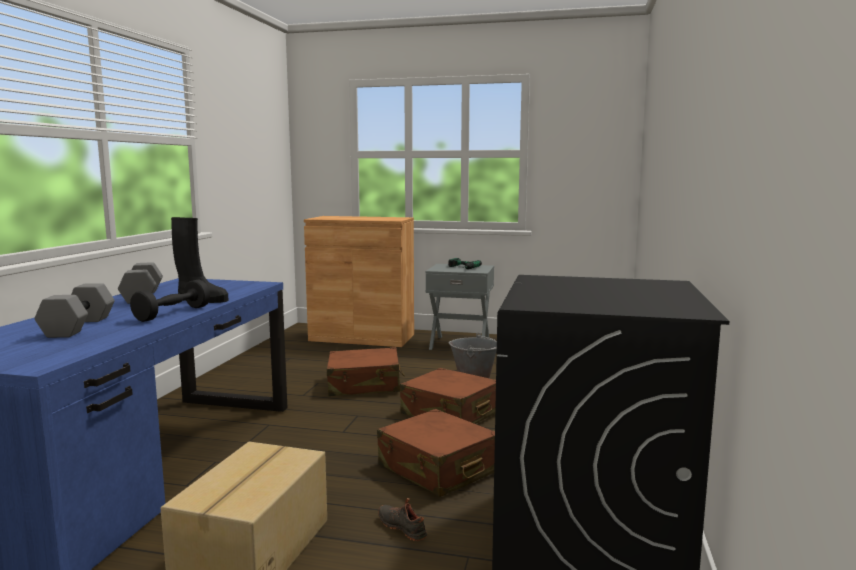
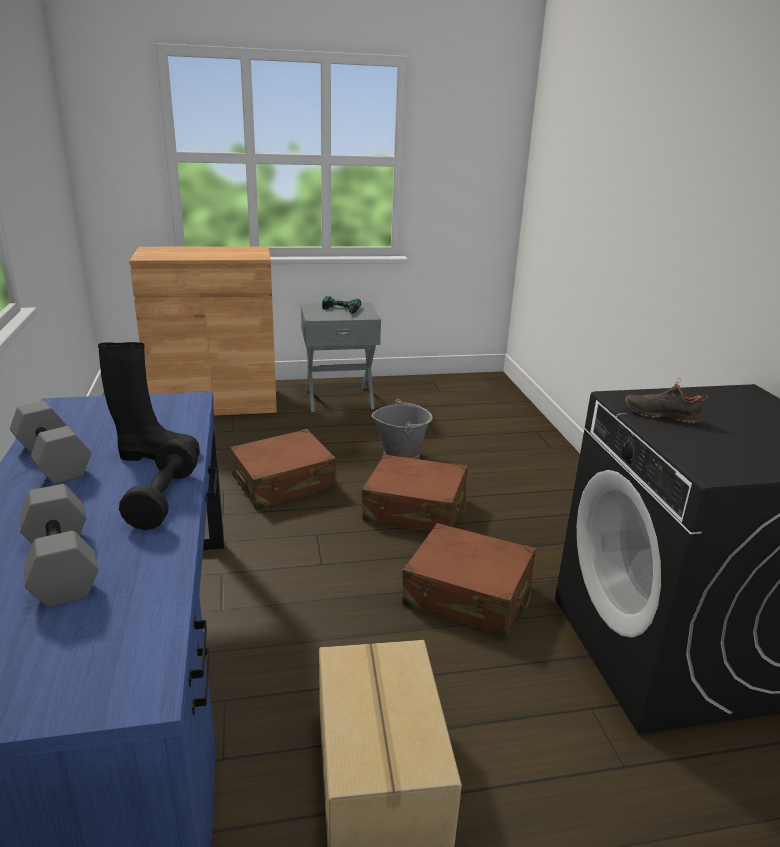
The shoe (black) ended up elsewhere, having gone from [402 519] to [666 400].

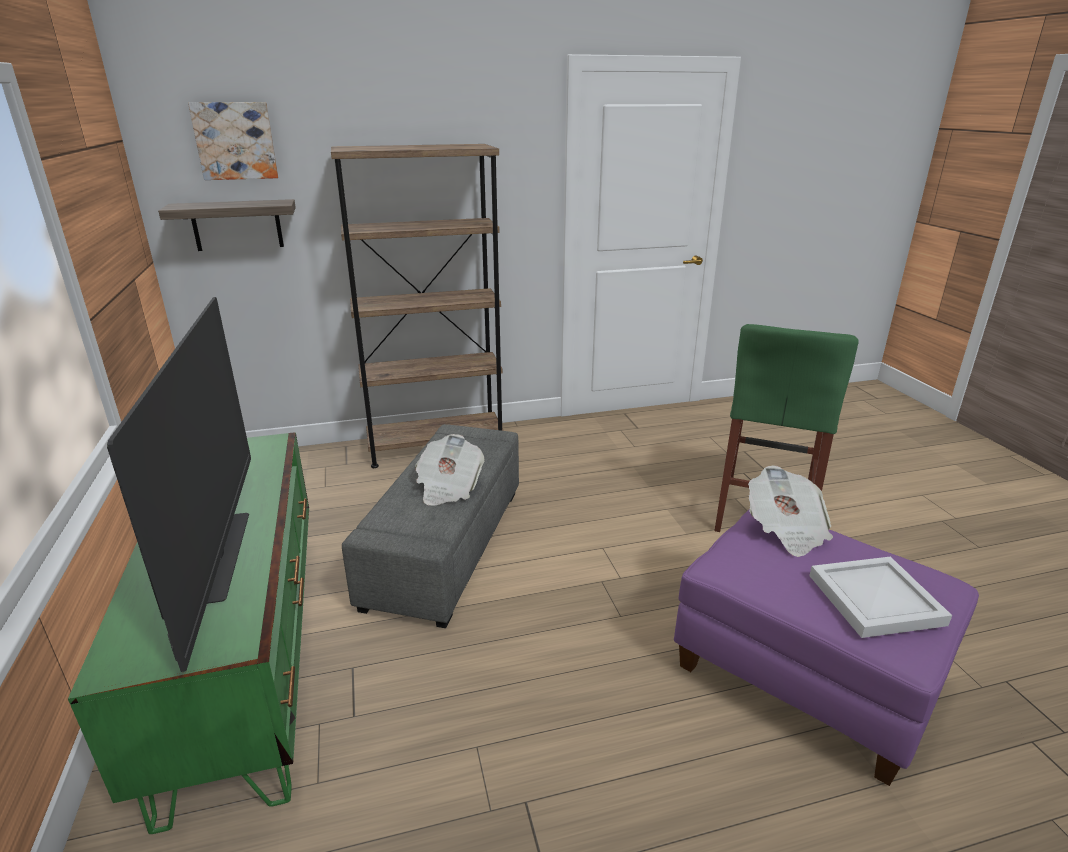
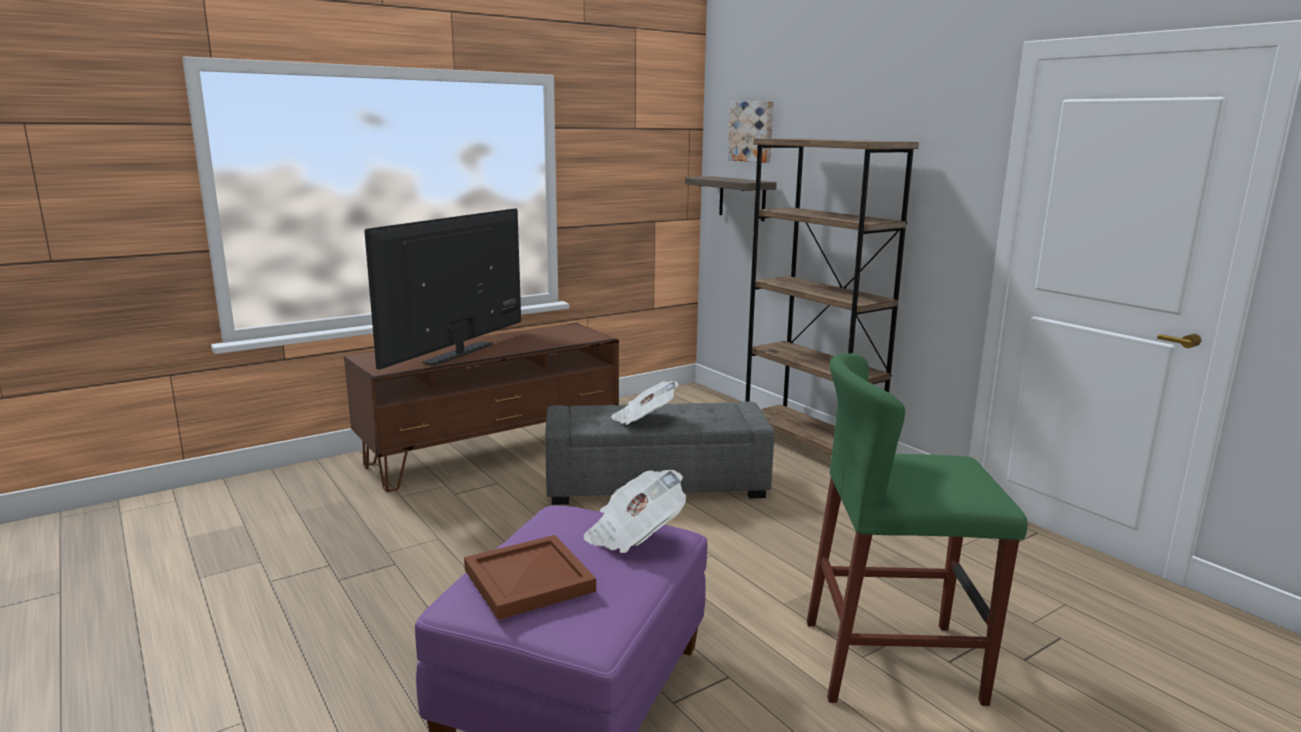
The television at [179 484] ended up facing another way, 150 degrees clockwise from before. What was the tv stand (green) at [188 633] turned into the tv stand (brown) at [481 407]. What was the tray (white) at [880 597] turned into the tray (brown) at [530 577].

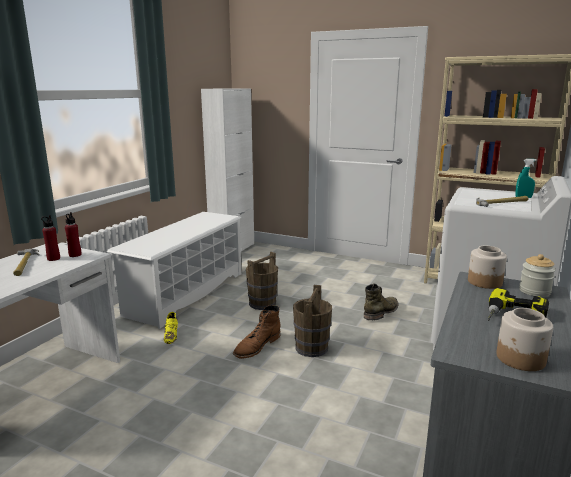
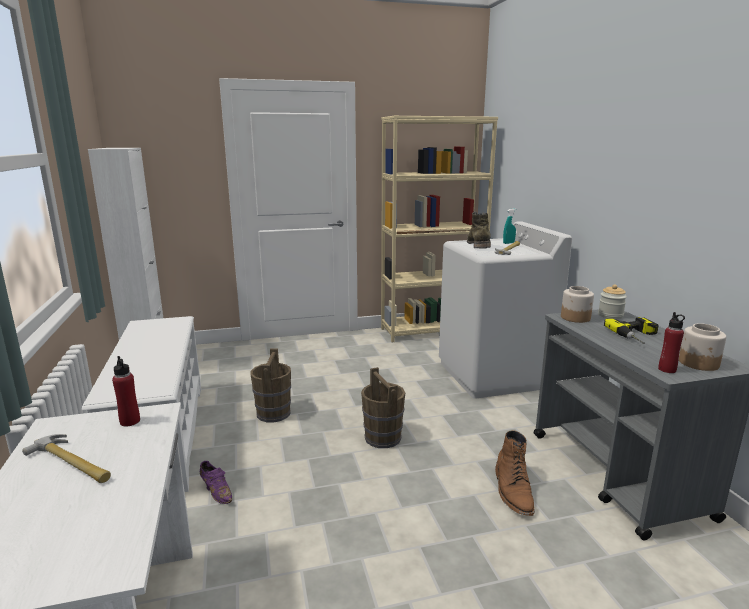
The bottle (red) ended up elsewhere, having gone from [50 238] to [671 342]. The boot (green) ended up elsewhere, having gone from [381 301] to [479 229]. The boot (brown) ended up elsewhere, having gone from [257 332] to [515 473]. What was the shoe (yellow) at [171 328] turned into the shoe (purple) at [216 482].

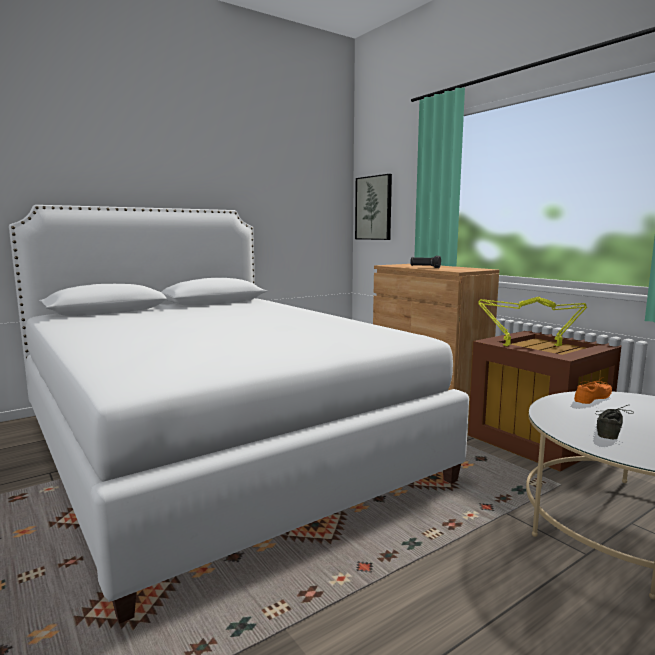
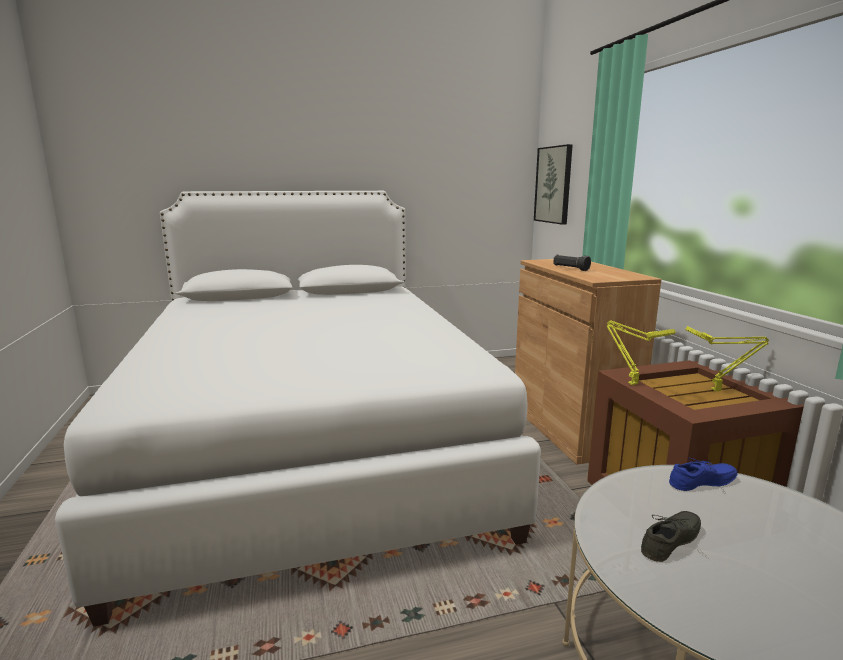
What was the shoe (orange) at [593 390] turned into the shoe (blue) at [703 474].

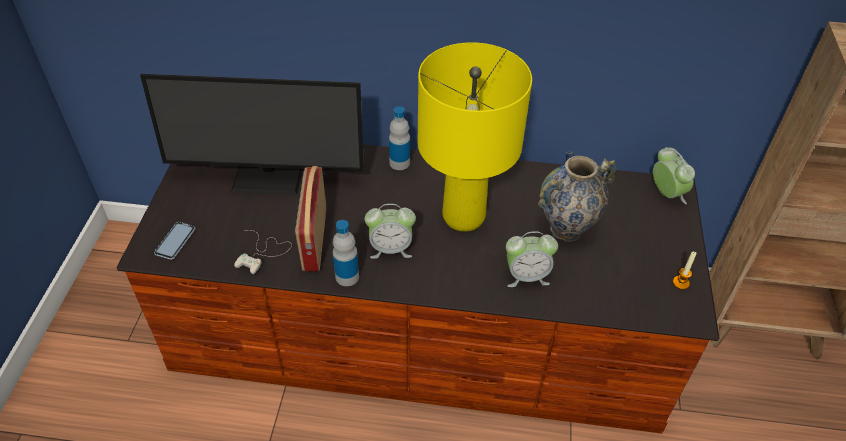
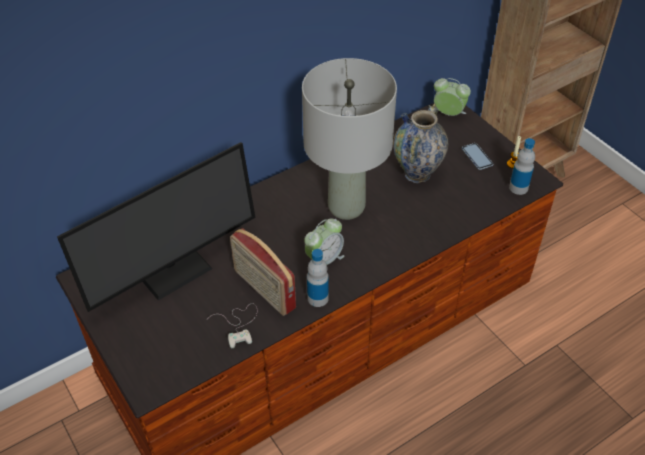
What was the table lamp (yellow) at [475 137] turned into the table lamp (grey) at [349 139]. The bottle ended up elsewhere, having gone from [399 138] to [522 166]. The phone ended up elsewhere, having gone from [174 241] to [477 156]. The second view lost the alarm clock at [532 259].

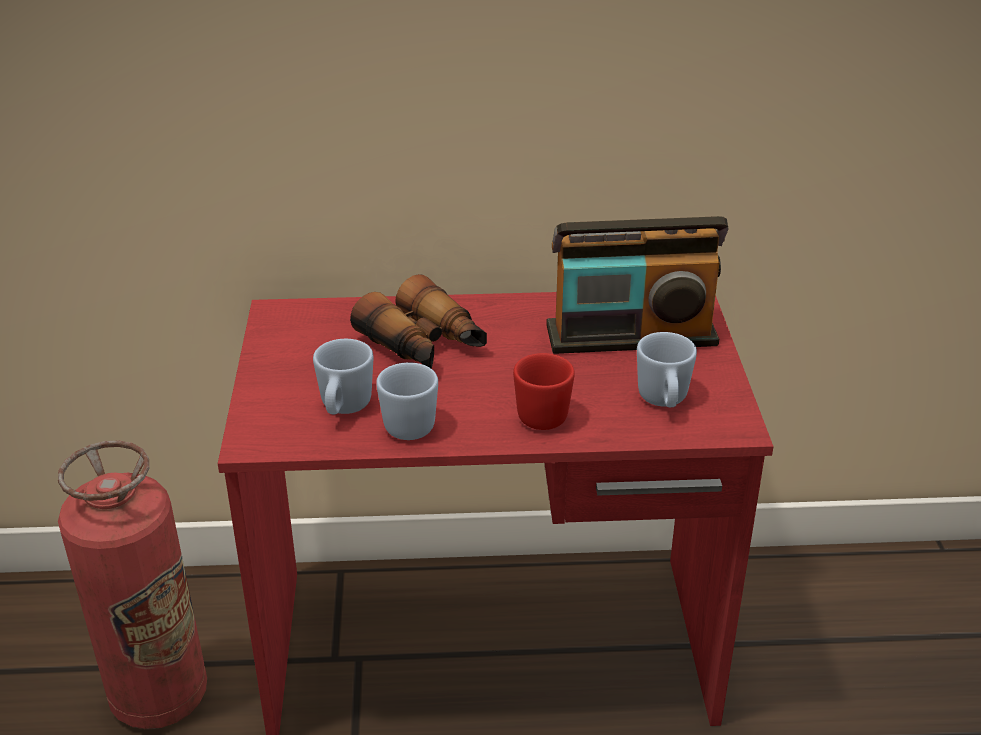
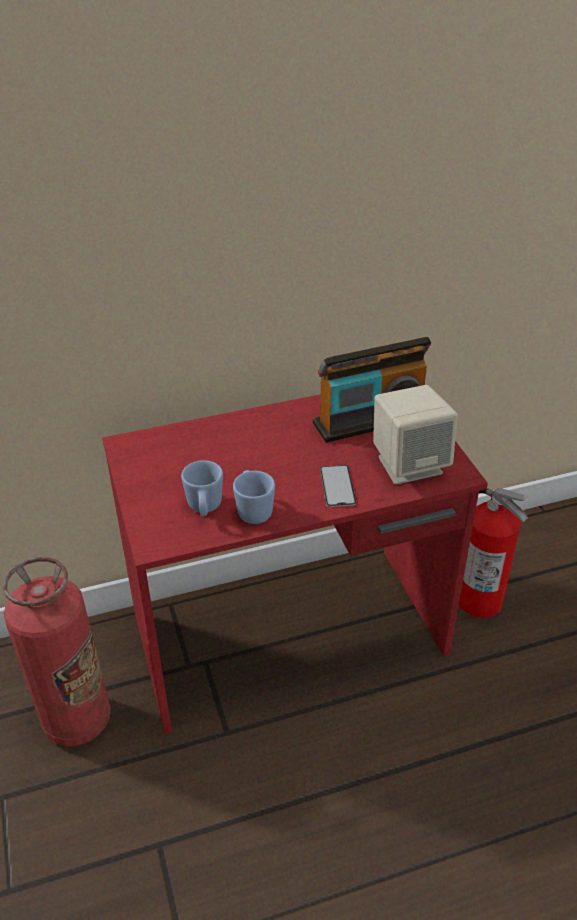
The second view lost the binoculars at [418 321]. Where the mug (blue) stood at [667 369], the speaker (beige) came to stand at [415 435]. Where the mug (red) stood at [544 391], the phone came to stand at [338 486]. The second view gained the fire extinguisher at [493 553].

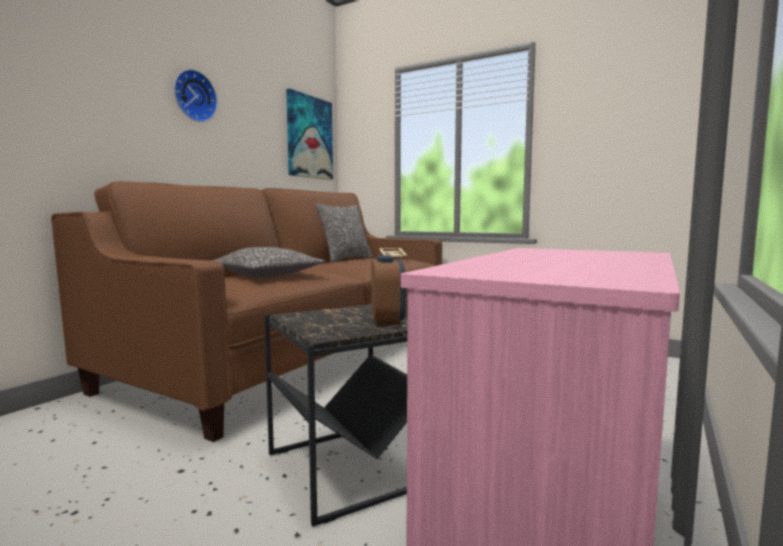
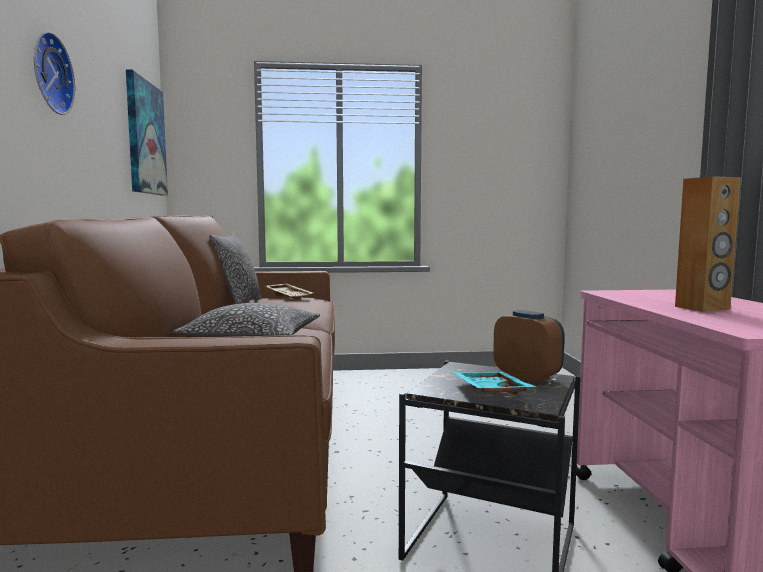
The second view gained the speaker (brown) at [708 244]. The second view gained the tray (turquoise) at [495 383].

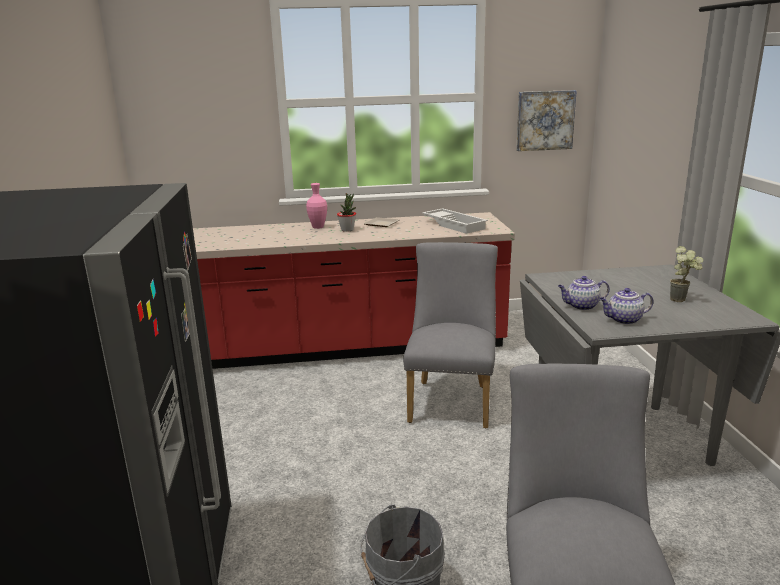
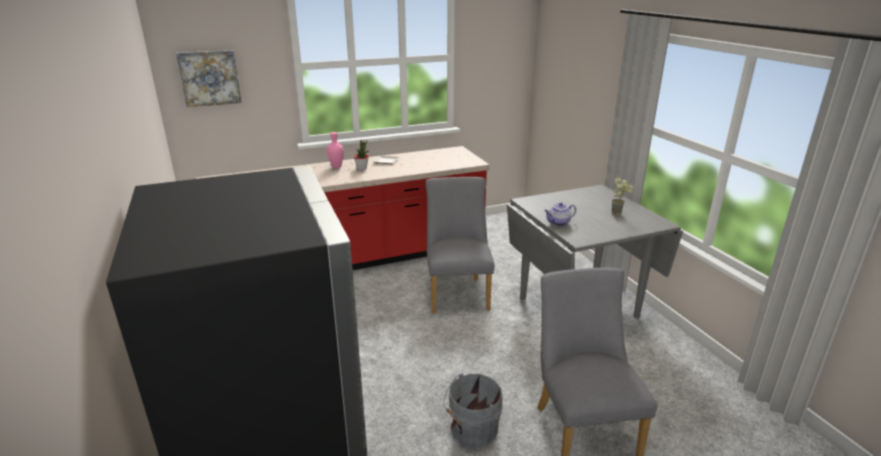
The picture ended up elsewhere, having gone from [546 120] to [208 78]. The second view lost the tray (white) at [455 221]. The second view lost the teapot at [626 306].

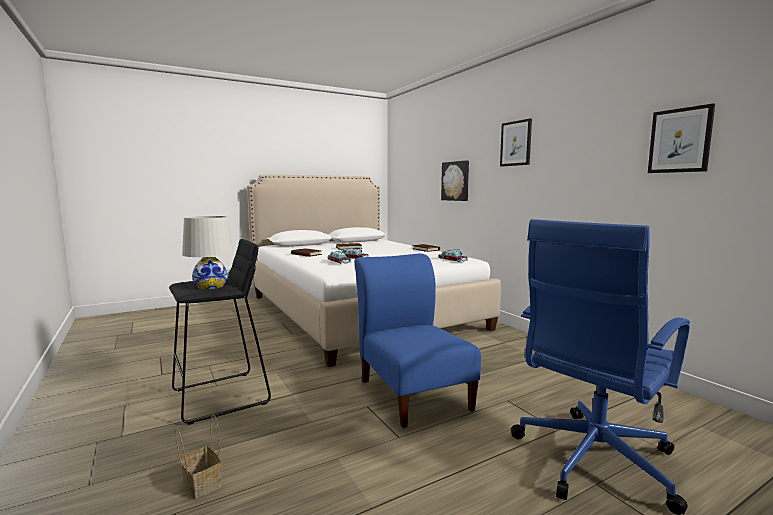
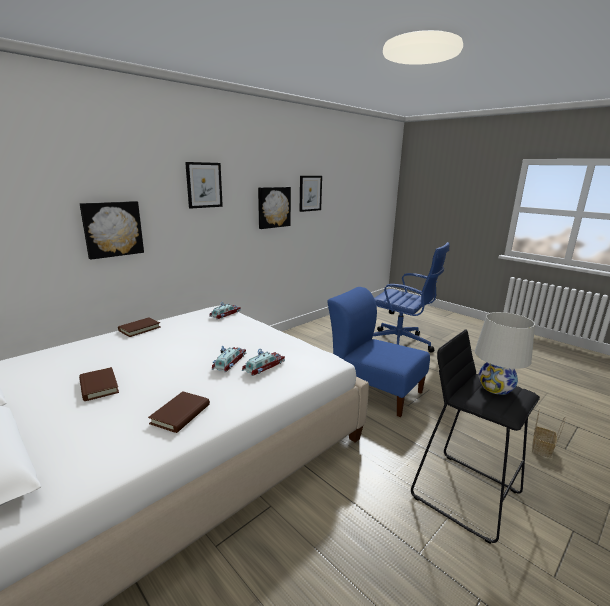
The chair (blue) at [417 341] ended up facing another way, 75 degrees clockwise from before. The second view gained the picture at [274 208].

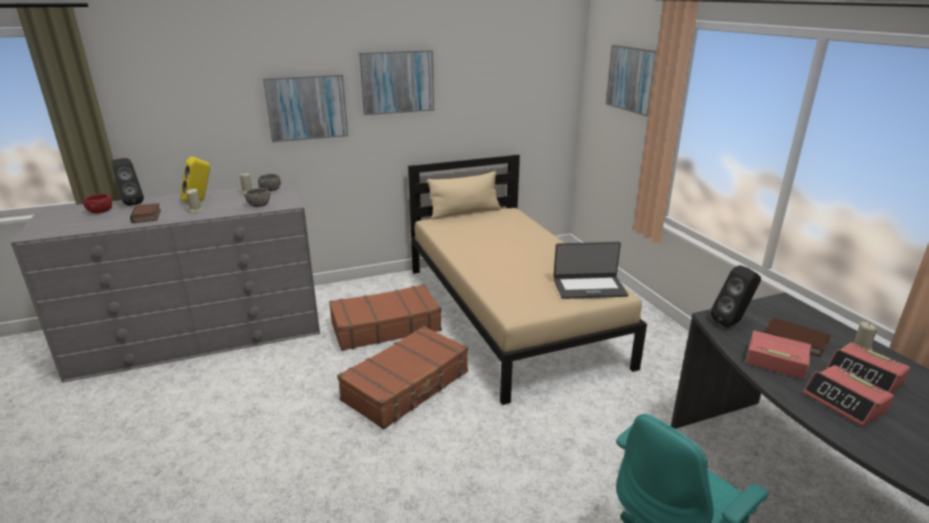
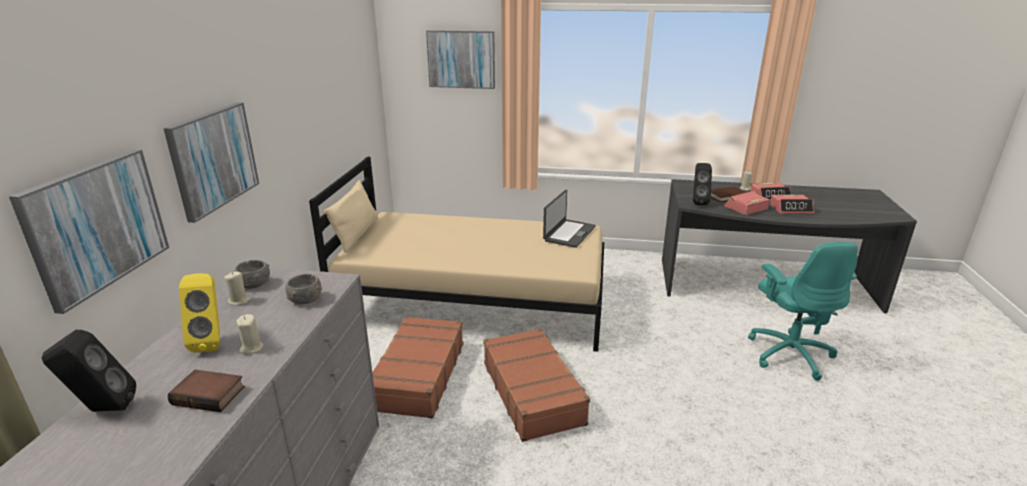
The picture ended up elsewhere, having gone from [396 82] to [89 231]. The second view lost the bowl (red) at [97 204].

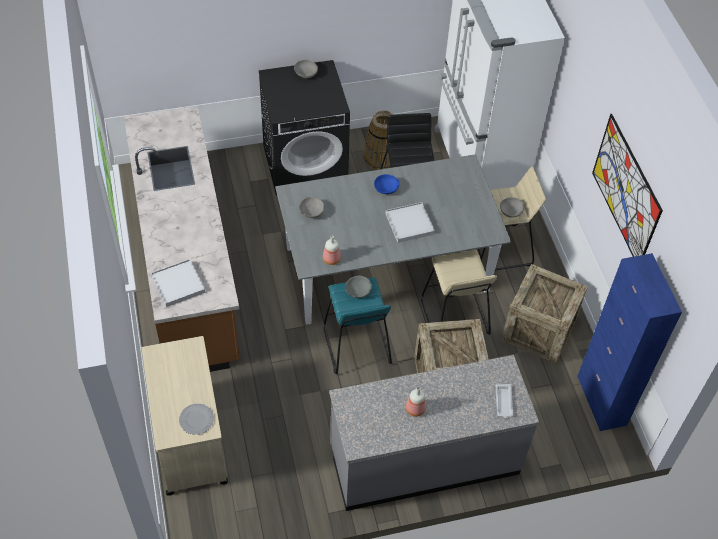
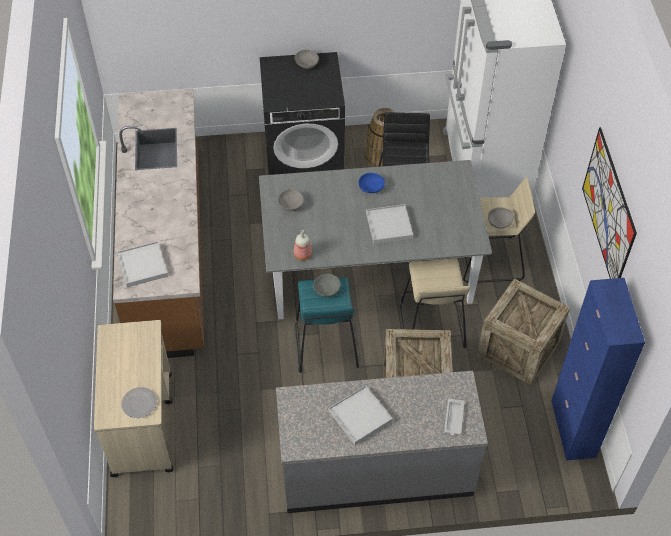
Where the bottle stood at [416 402], the tray (white) came to stand at [361 415].

